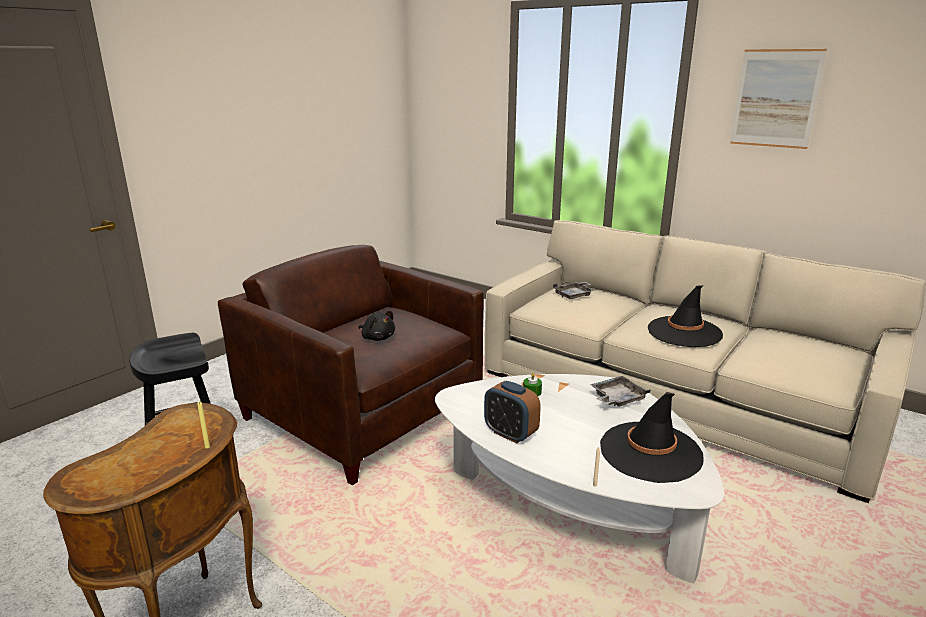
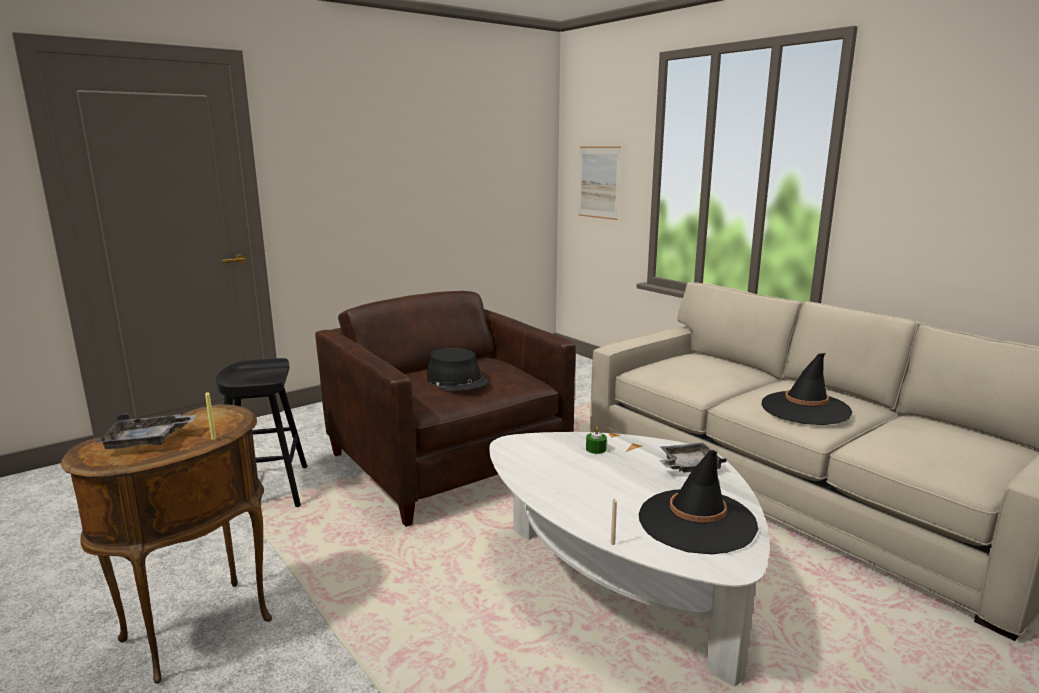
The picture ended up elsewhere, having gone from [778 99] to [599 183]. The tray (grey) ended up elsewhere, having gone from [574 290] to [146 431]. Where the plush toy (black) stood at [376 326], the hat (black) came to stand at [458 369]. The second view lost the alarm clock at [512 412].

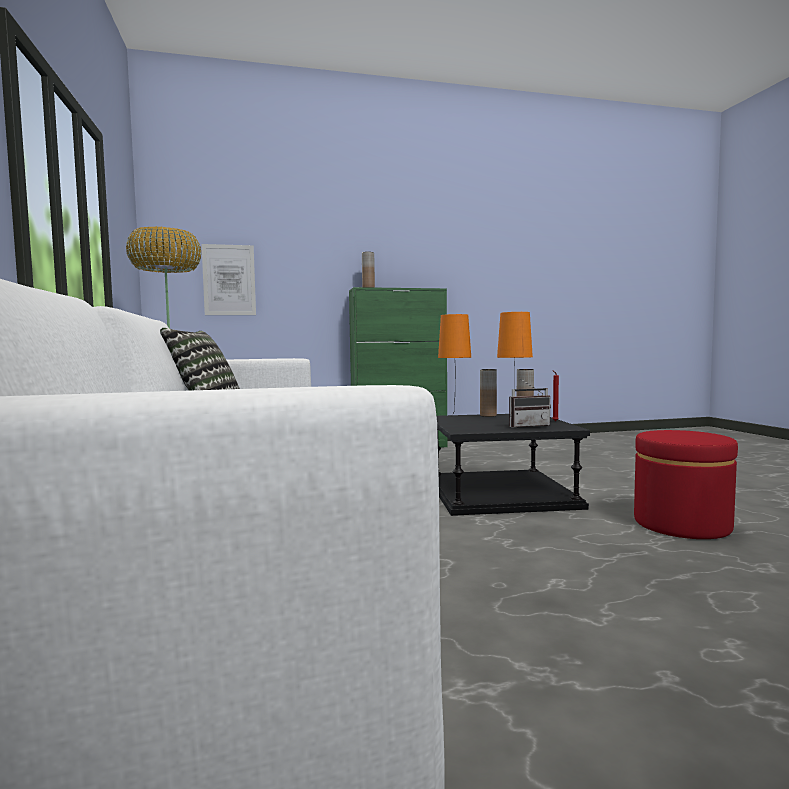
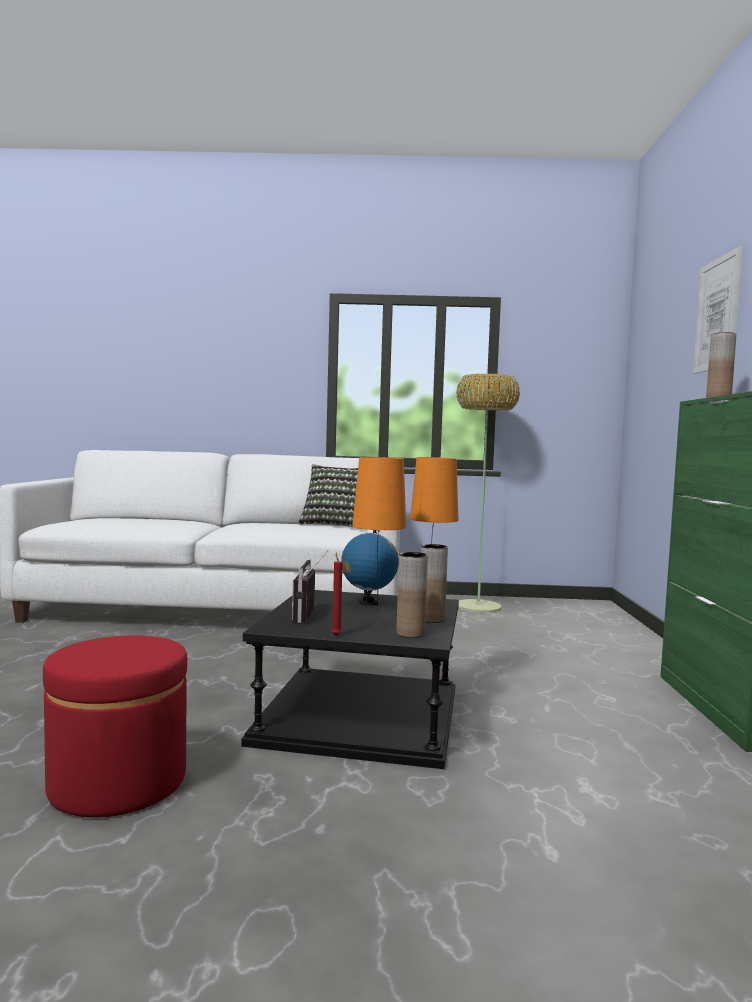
The picture ended up elsewhere, having gone from [229 279] to [717 310]. The second view gained the globe at [370 568].

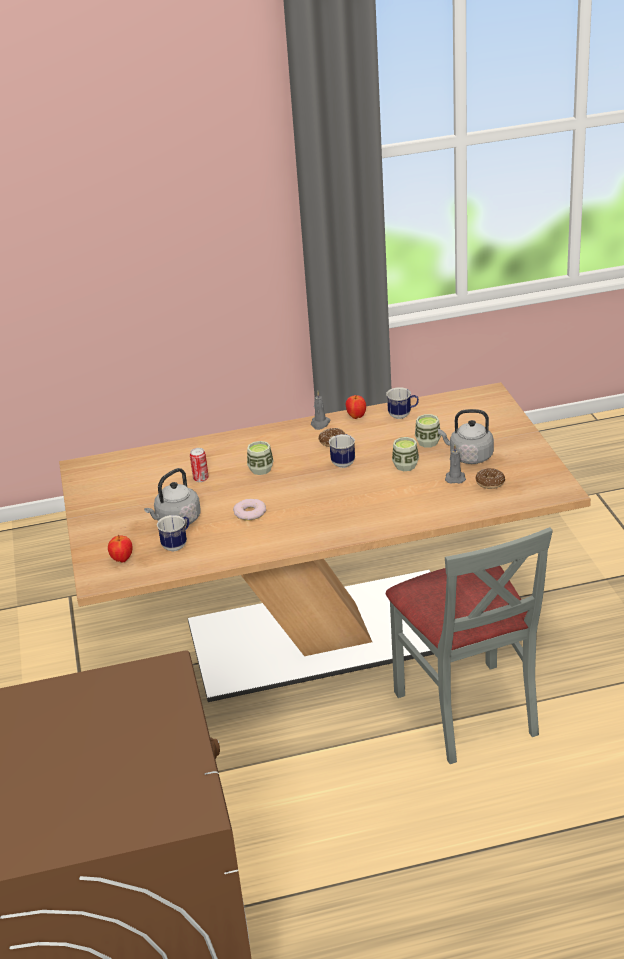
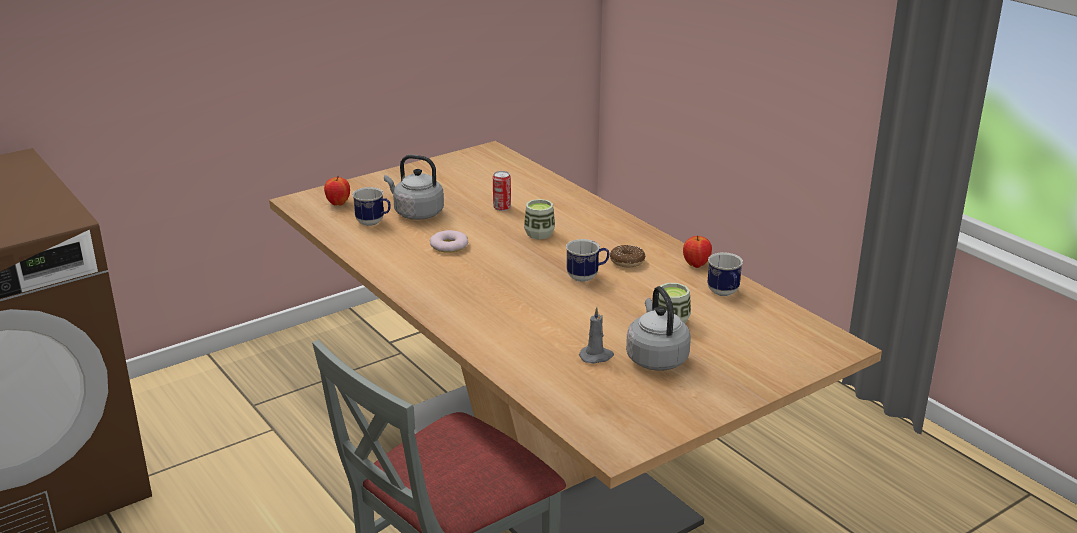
The second view lost the candle (grey) at [321 410]. The second view lost the cup at [405 454]. The second view lost the donut at [490 478].

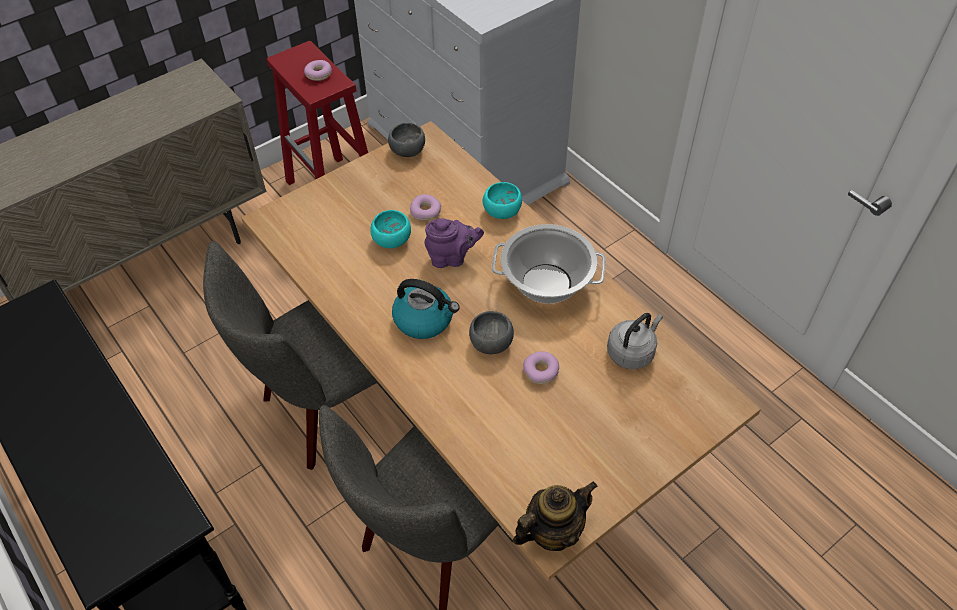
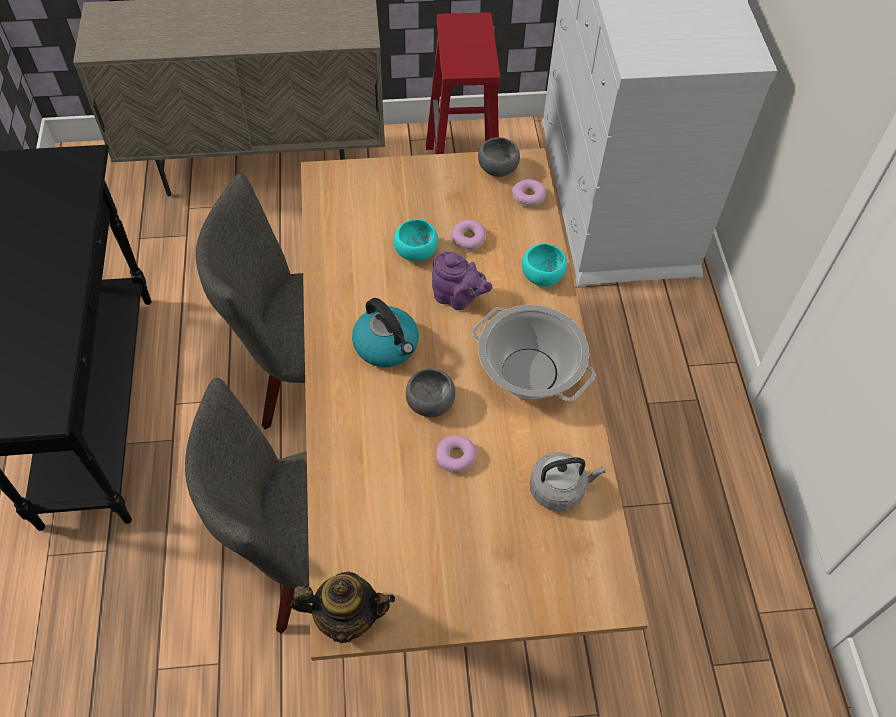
The donut ended up elsewhere, having gone from [318 70] to [529 193].

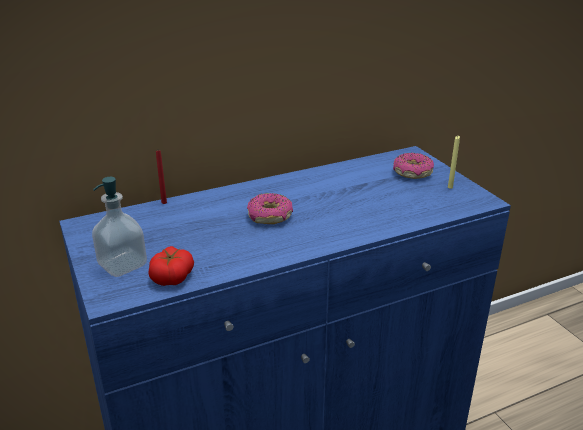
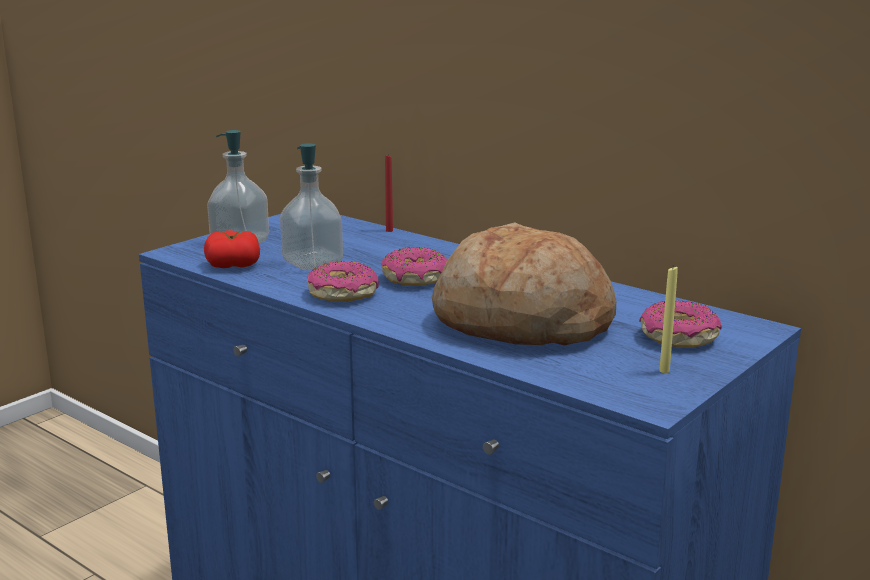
The second view gained the soap dispenser at [311 206]. The second view gained the bread at [524 284]. The second view gained the donut at [343 281].

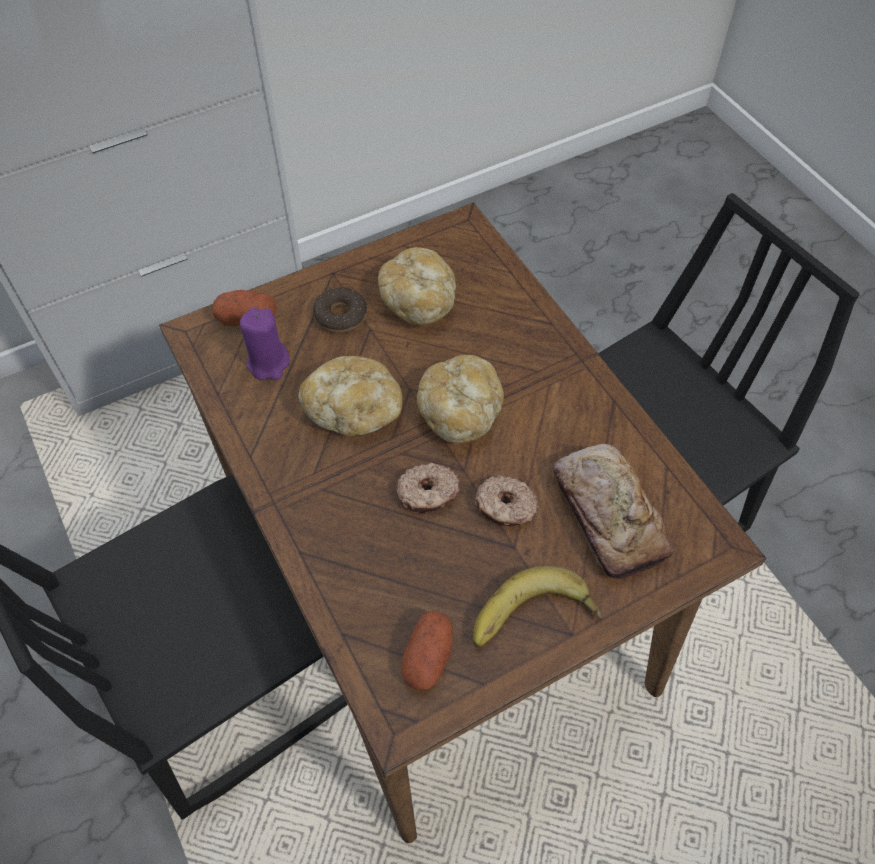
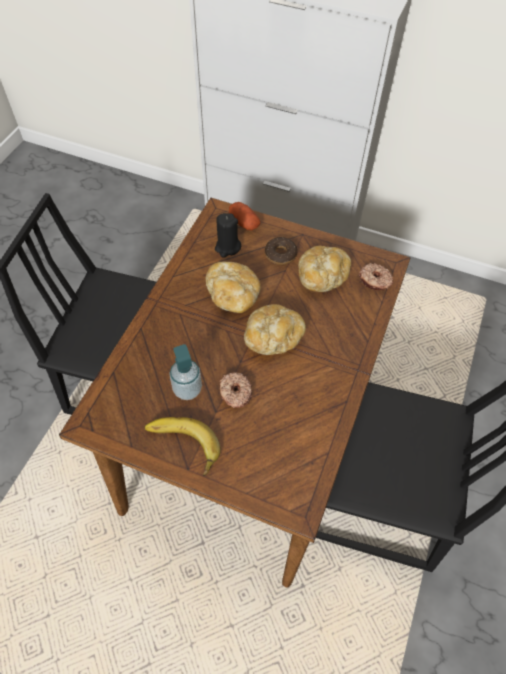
What was the candle (purple) at [265 344] turned into the candle (black) at [228 235]. The second view lost the bread at [613 511]. The donut ended up elsewhere, having gone from [428 488] to [376 276]. The second view lost the potato at [427 650]. The second view gained the soap dispenser at [185 372].

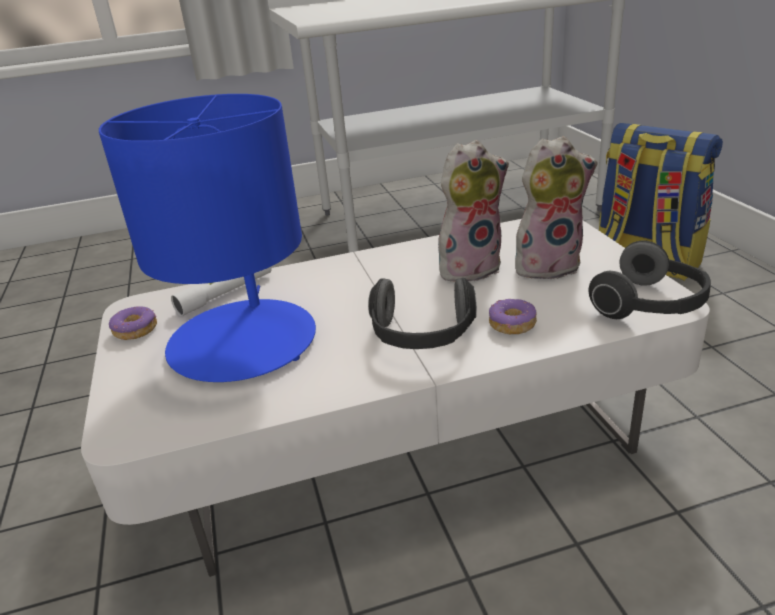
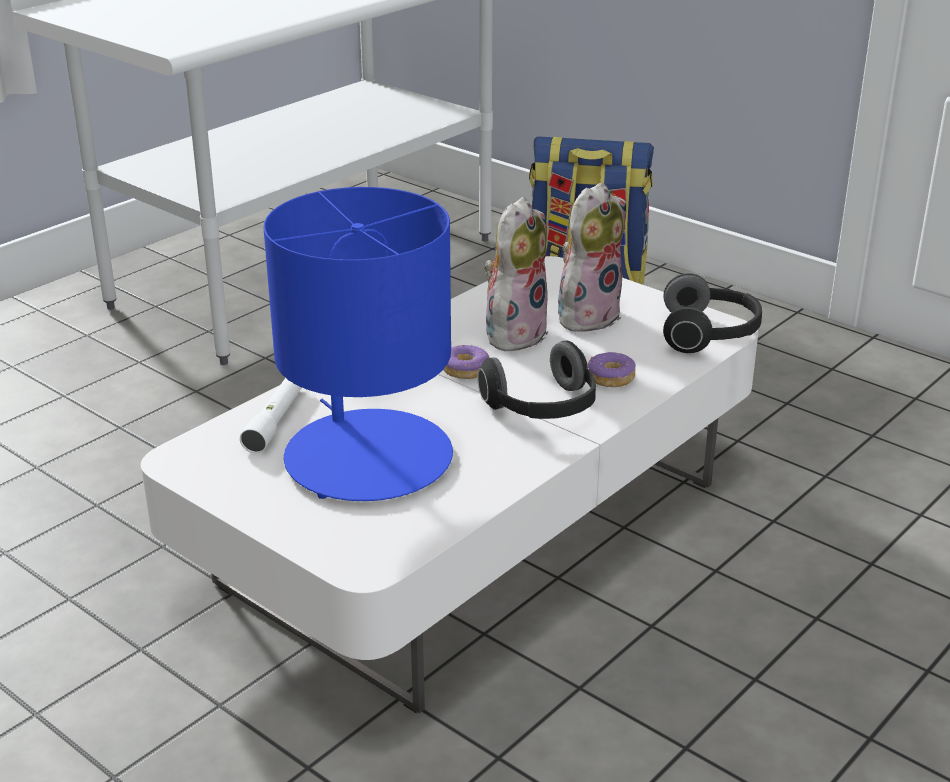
The donut ended up elsewhere, having gone from [133 323] to [466 362].

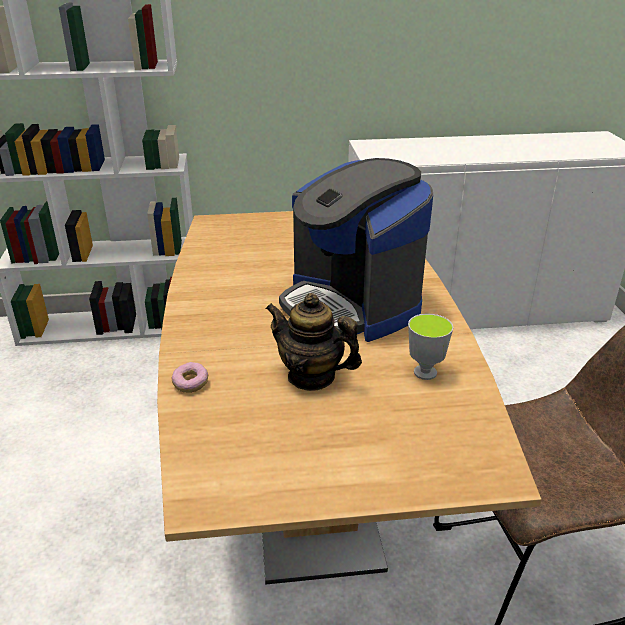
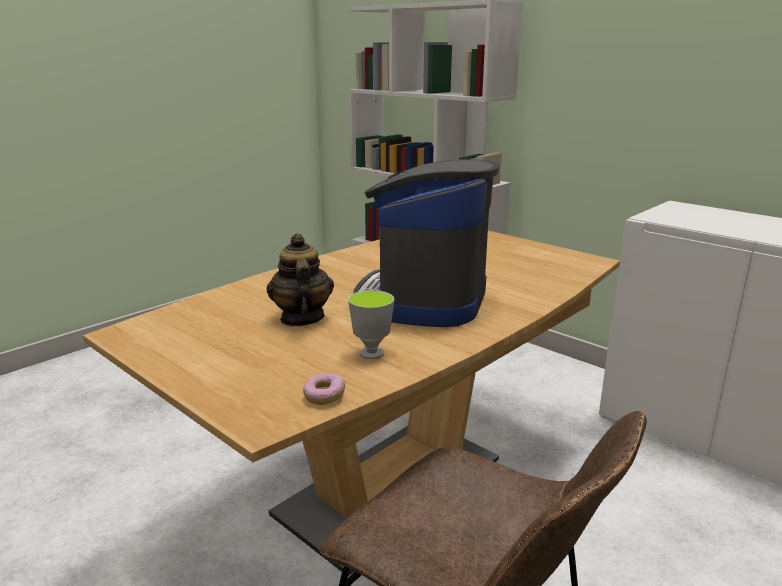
The donut ended up elsewhere, having gone from [190 377] to [324 389].

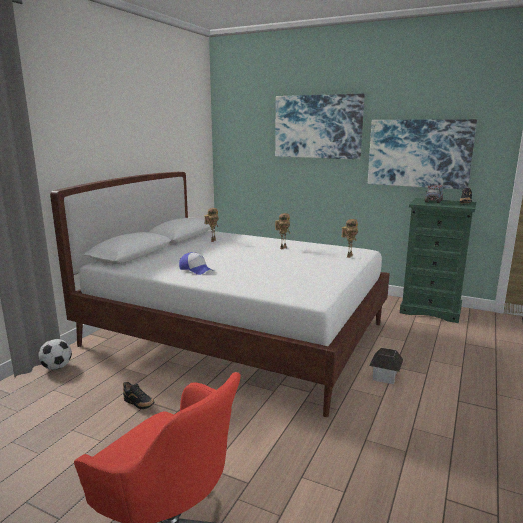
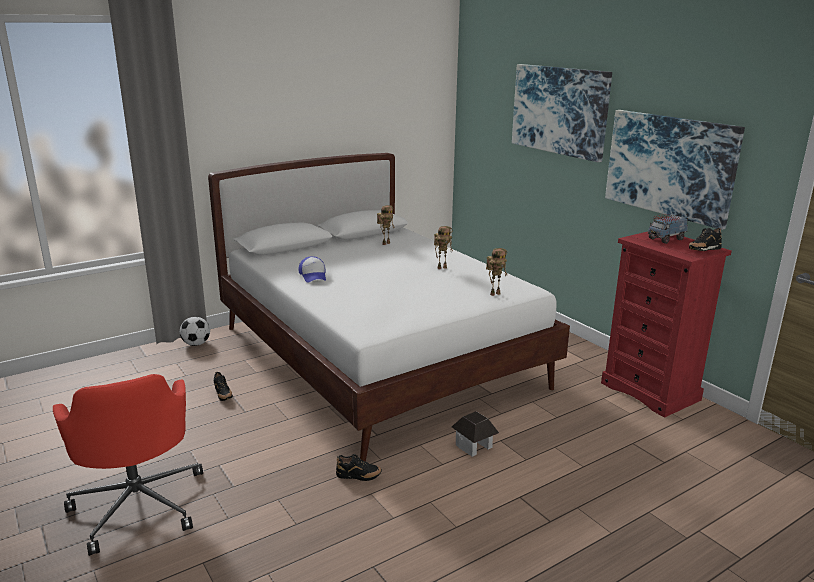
What was the dresser (green) at [438 260] turned into the dresser (red) at [666 324]. The second view gained the shoe (black) at [359 467].

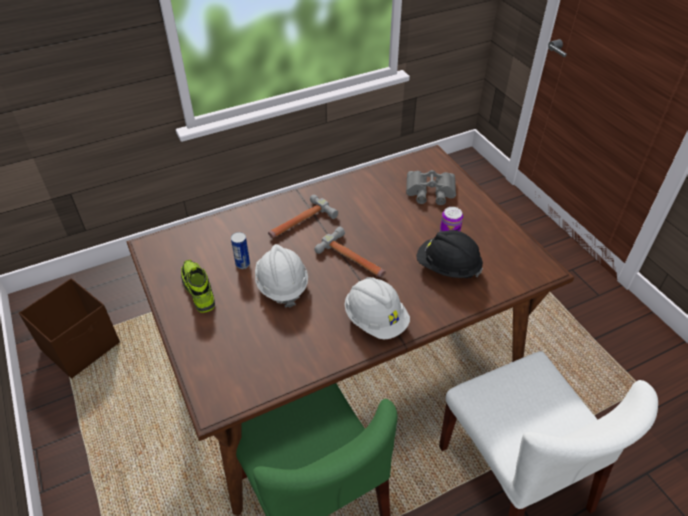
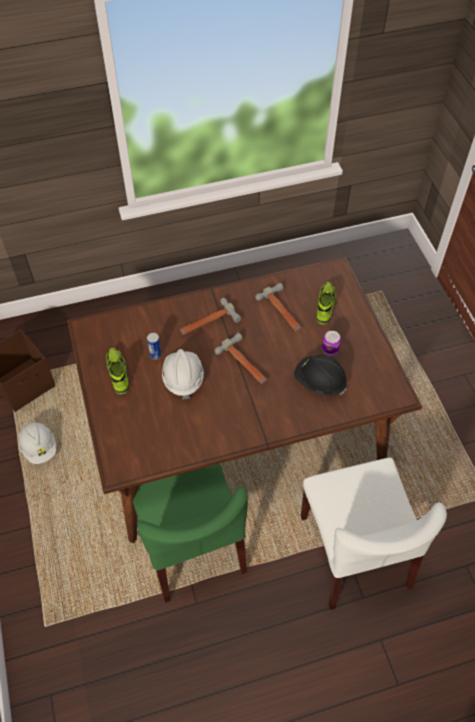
Where the binoculars (grey) stood at [431 187], the shoe came to stand at [326 303]. The hard hat (white) ended up elsewhere, having gone from [377 308] to [37 443]. The second view gained the hammer at [278 307].

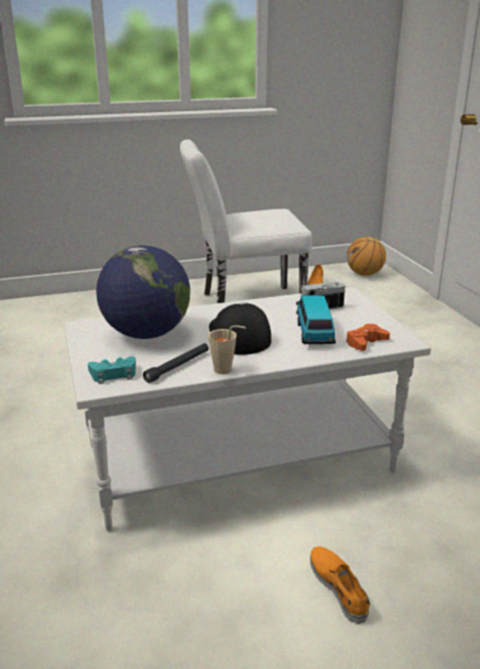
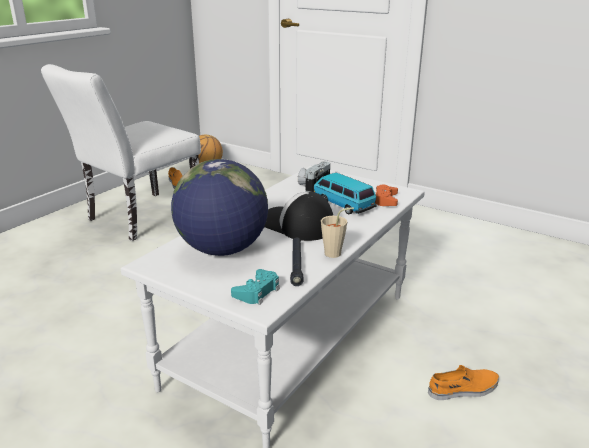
The shoe (orange) at [340 585] ended up facing another way, 135 degrees clockwise from before.

